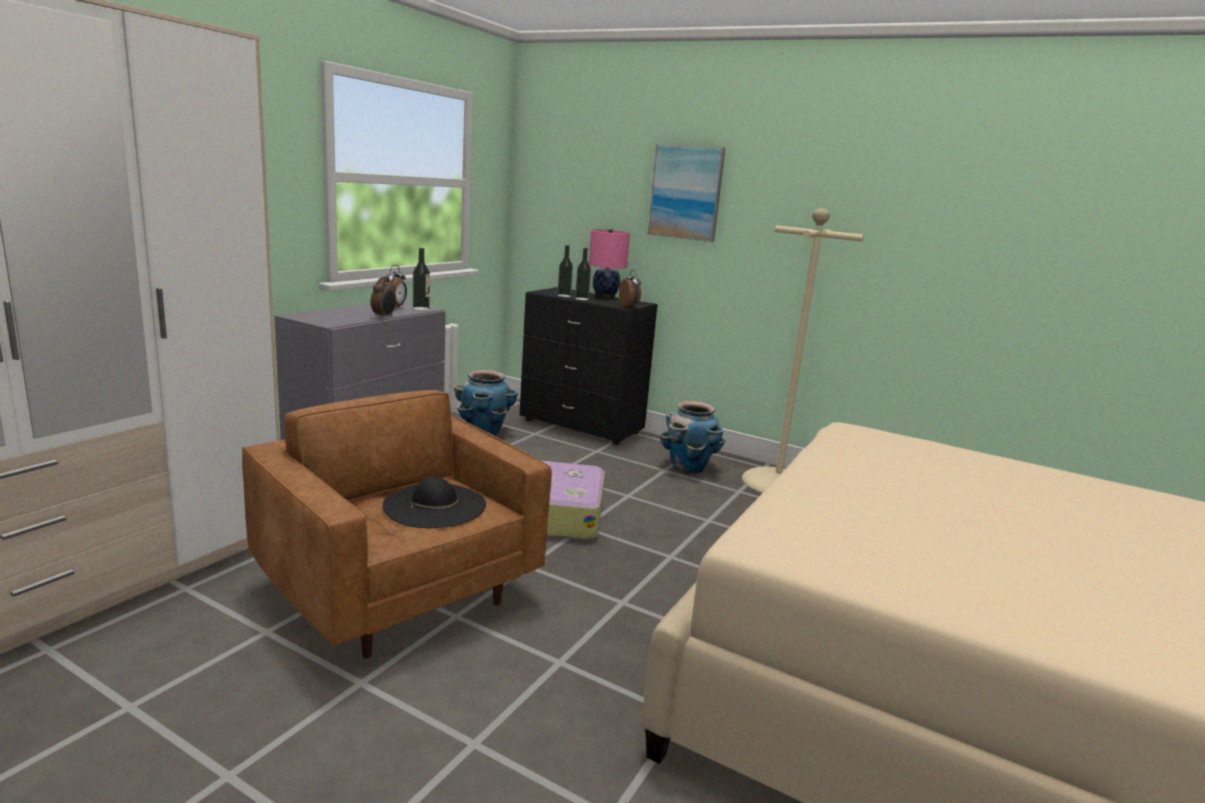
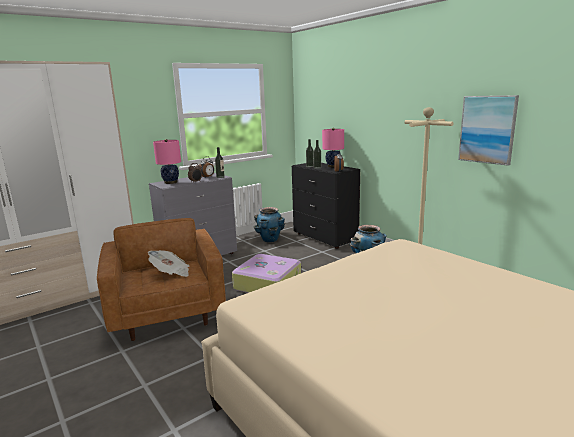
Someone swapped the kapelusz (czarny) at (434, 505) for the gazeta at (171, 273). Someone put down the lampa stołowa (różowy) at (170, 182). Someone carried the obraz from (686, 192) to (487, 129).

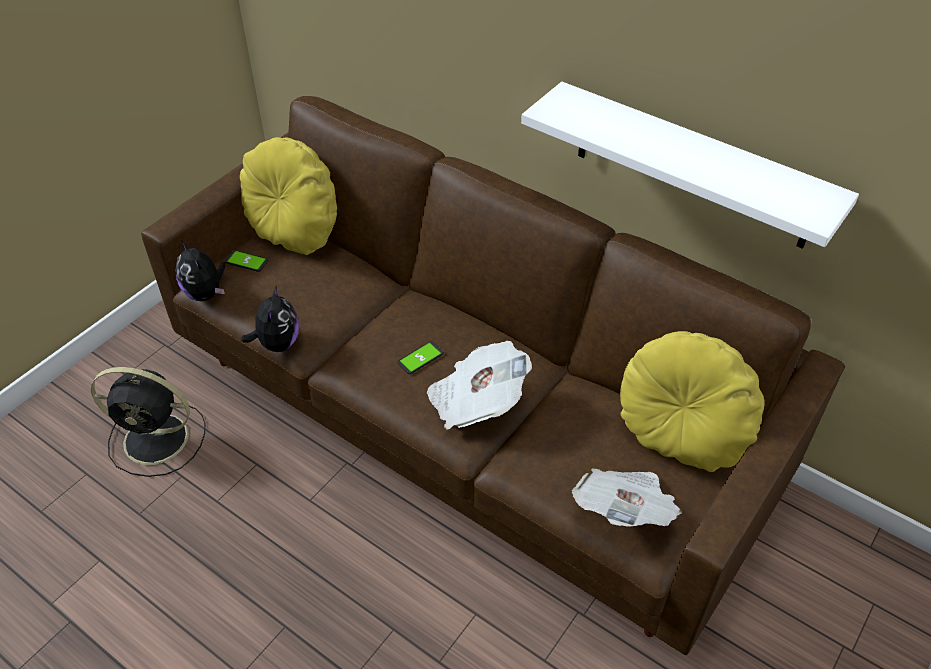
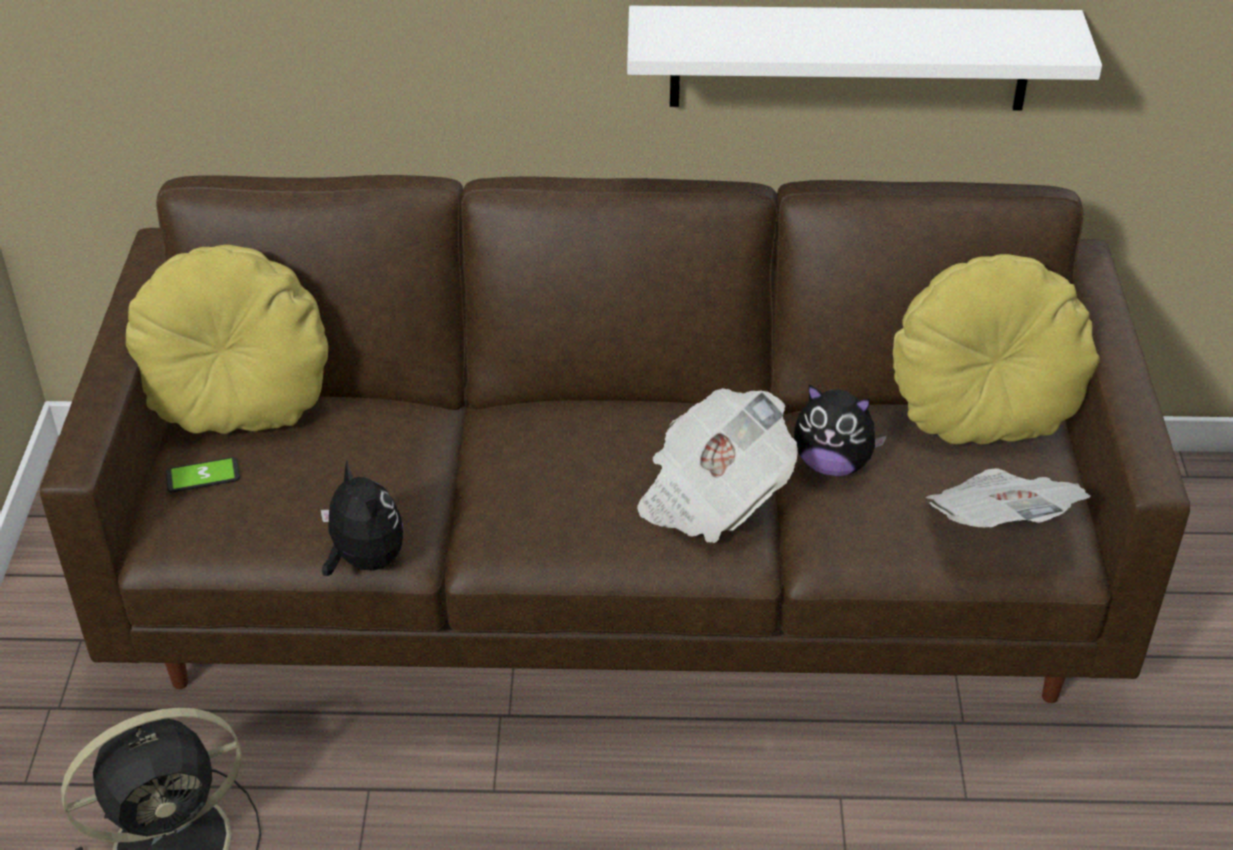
Someone carried the pluszak from (206, 293) to (832, 464). Someone took away the telefon at (420, 358).

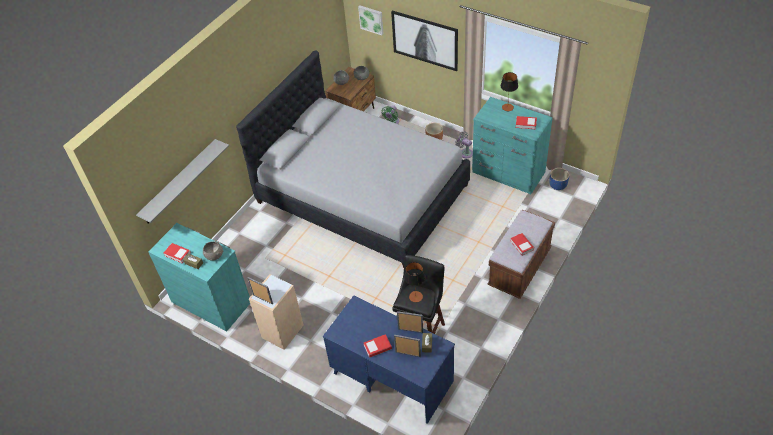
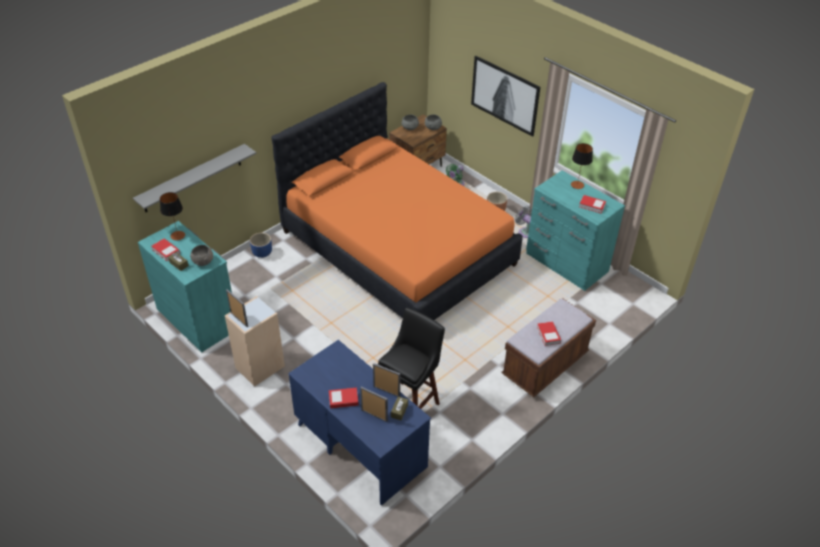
Someone carried the lampa stołowa from (415, 296) to (177, 235). Someone carried the donica (niebieski) from (557, 185) to (262, 253). Someone repainted the łóżko (szary) at (362, 193), which became the łóżko (pomarańczowy) at (398, 247). Someone took away the obraz at (371, 19).

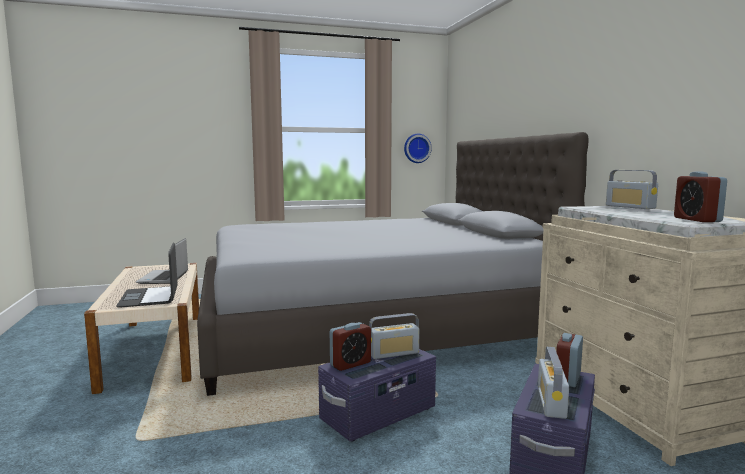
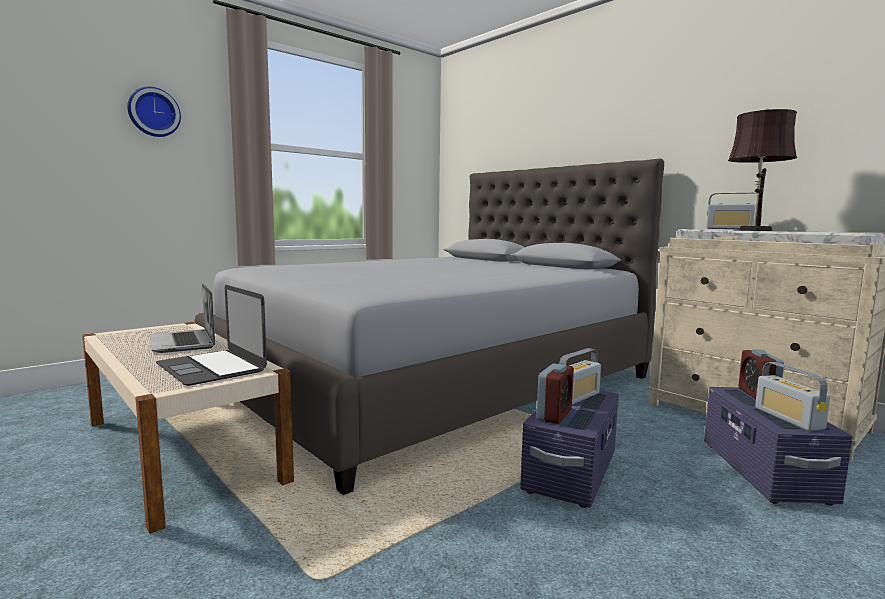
Someone carried the zegar ścienny from (416, 148) to (153, 112). Someone put down the lampa stołowa (brązowy) at (753, 230). Someone took away the budzik at (697, 220).

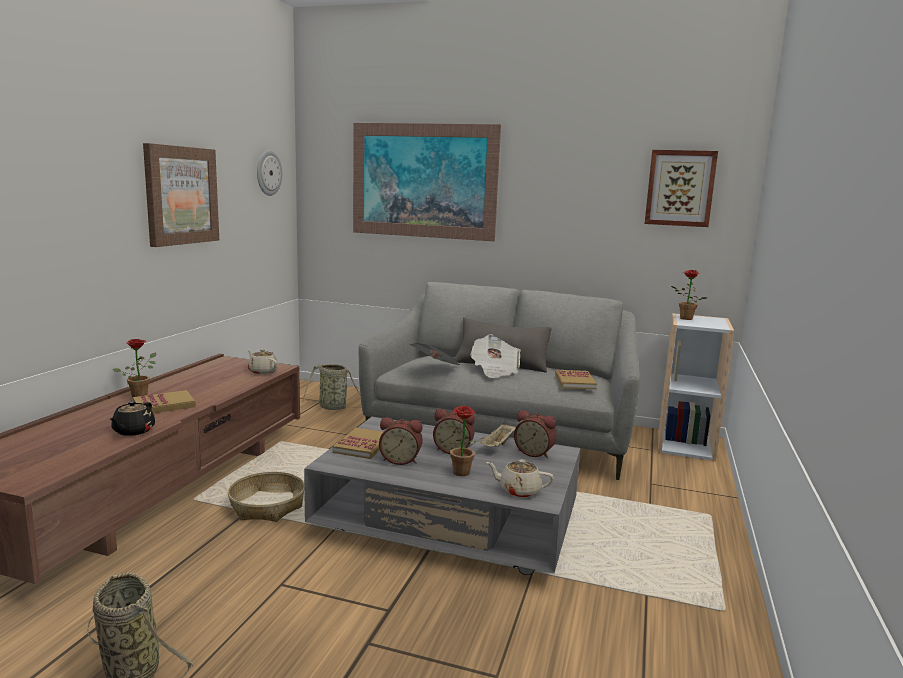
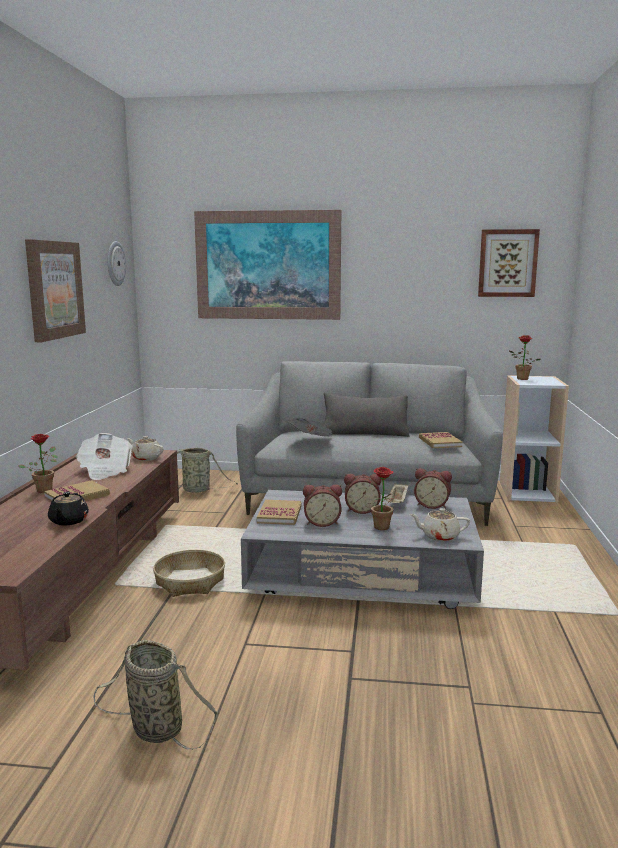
Someone carried the gazeta from (495, 370) to (105, 471).

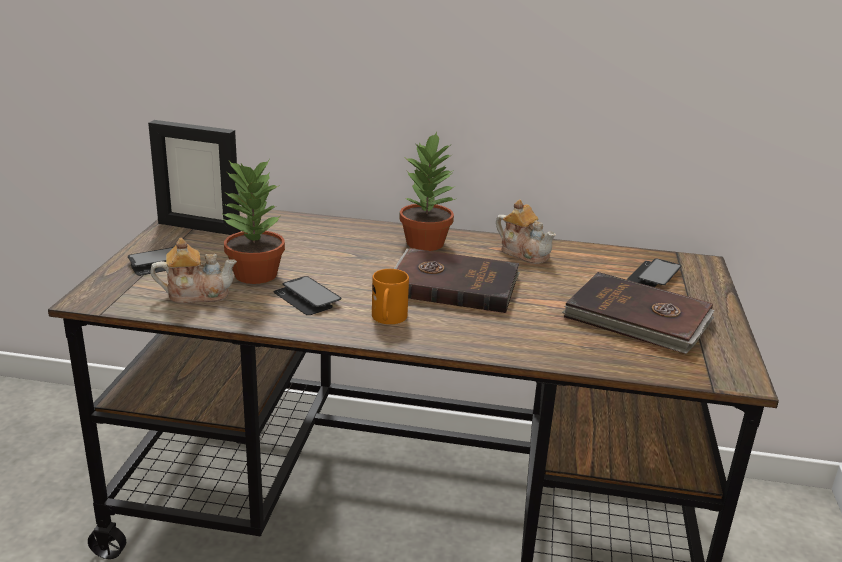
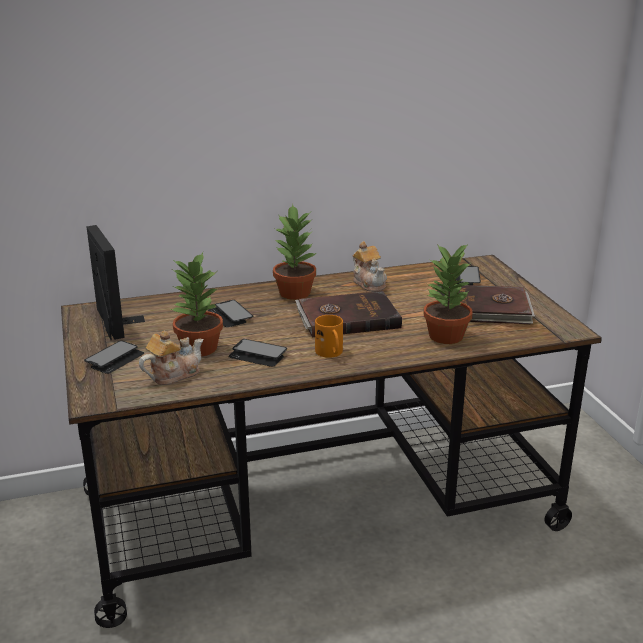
Someone rotated the ramka na zdjęcie at (200, 227) by 105 degrees counterclockwise. Someone put down the telefon at (230, 315). Someone rotated the imbryk at (524, 253) by 45 degrees clockwise. Someone put down the roślina doniczkowa at (446, 336).

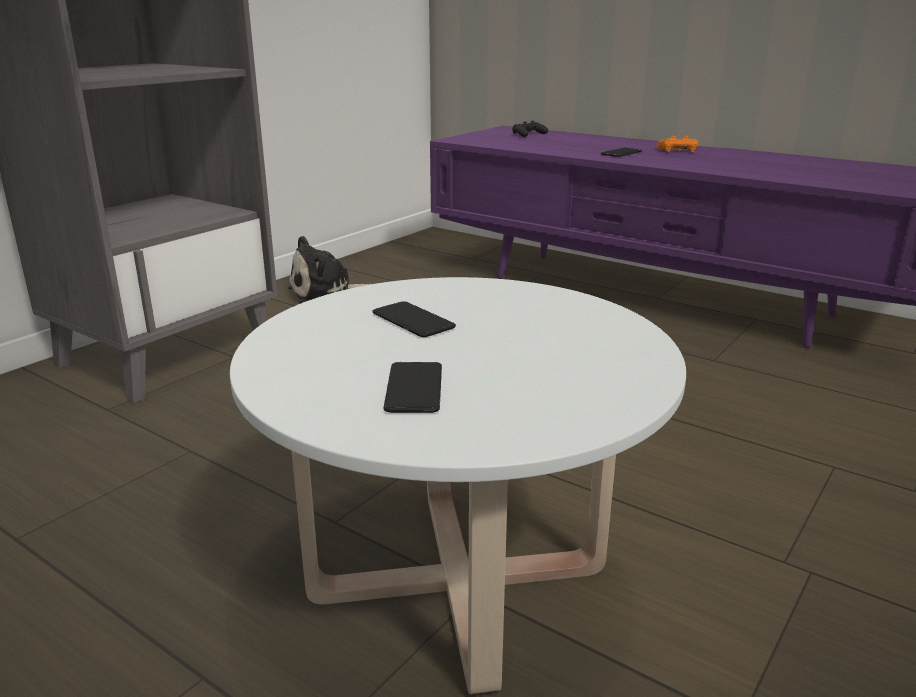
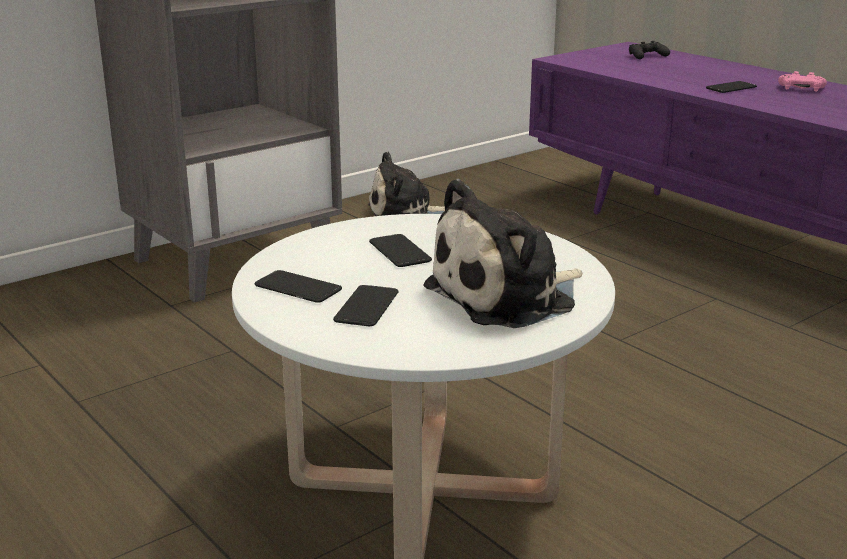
Someone put down the telefon at (298, 288). Someone put down the pluszak at (508, 297). Someone repainted the pad do gier (pomarańczowy) at (678, 151), which became the pad do gier (różowy) at (801, 88).

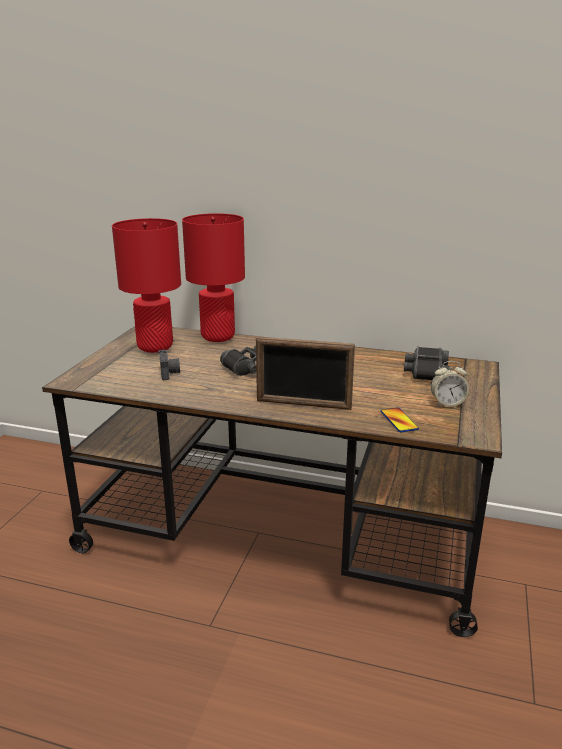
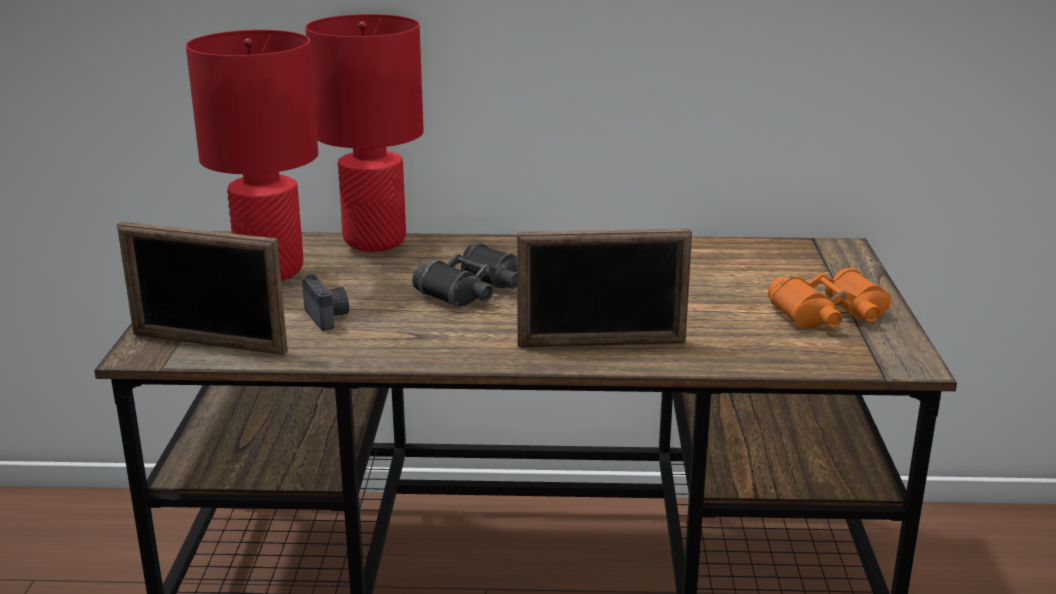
Someone put down the ramka na zdjęcie at (208, 344). Someone swapped the budzik at (447, 403) for the lornetka (pomarańczowy) at (830, 315). Someone took away the telefon at (399, 420). Someone took away the lornetka (czarny) at (426, 371).

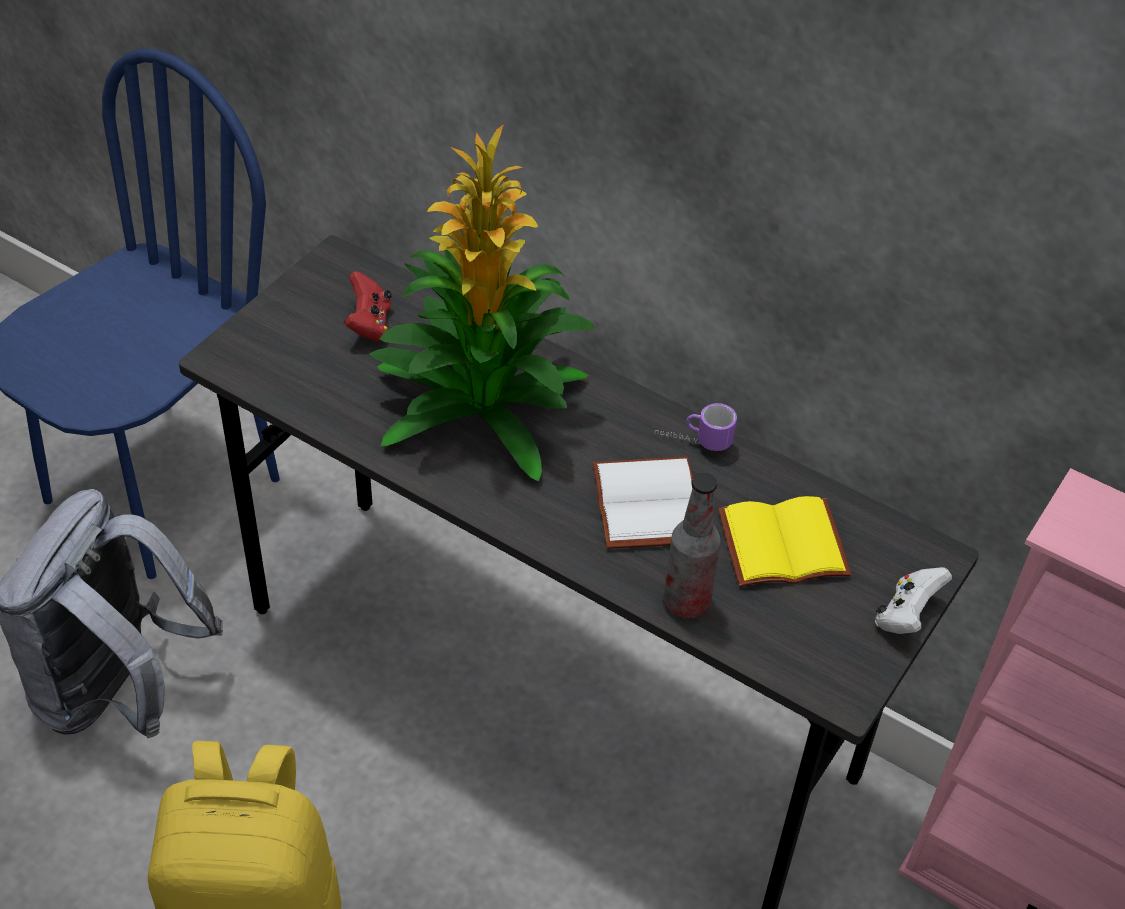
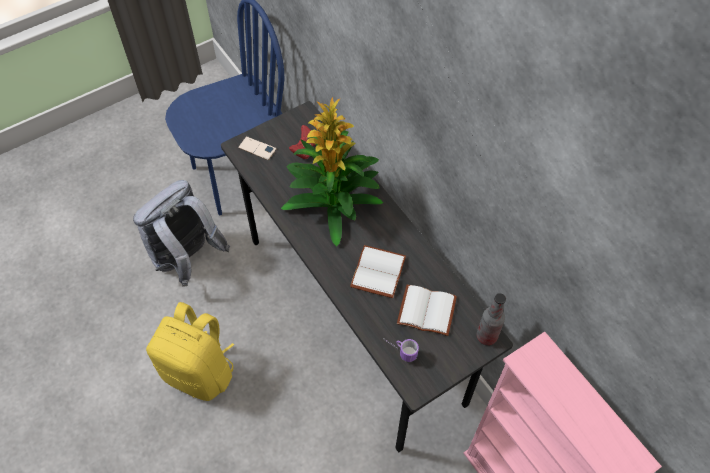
Someone put down the telefon at (257, 148). Someone carried the kubek from (693, 441) to (399, 350). Someone repainted the książka (żółty) at (784, 542), which became the książka (biały) at (428, 309). Someone carried the butelka from (686, 602) to (486, 336). Someone took away the pad do gier (biały) at (906, 616).

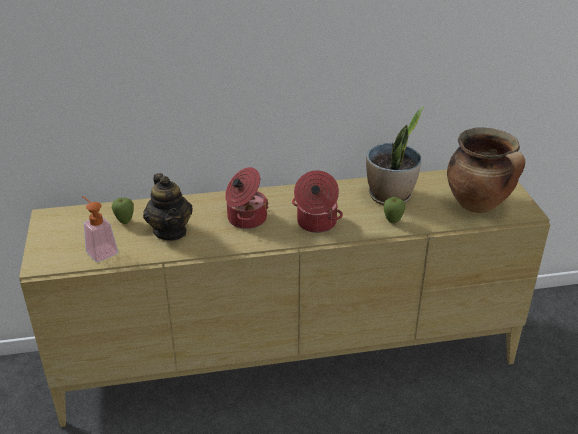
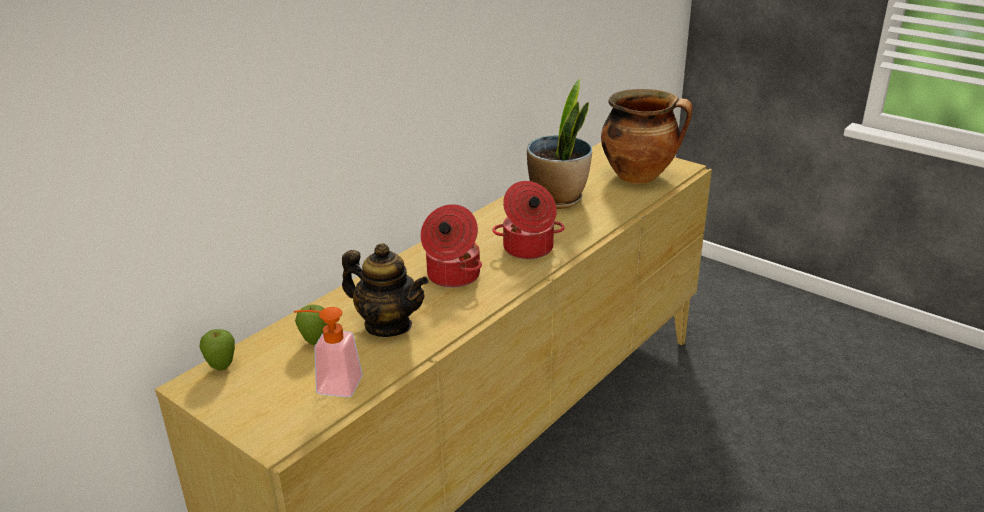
Someone carried the jabłko from (392, 222) to (222, 368).

